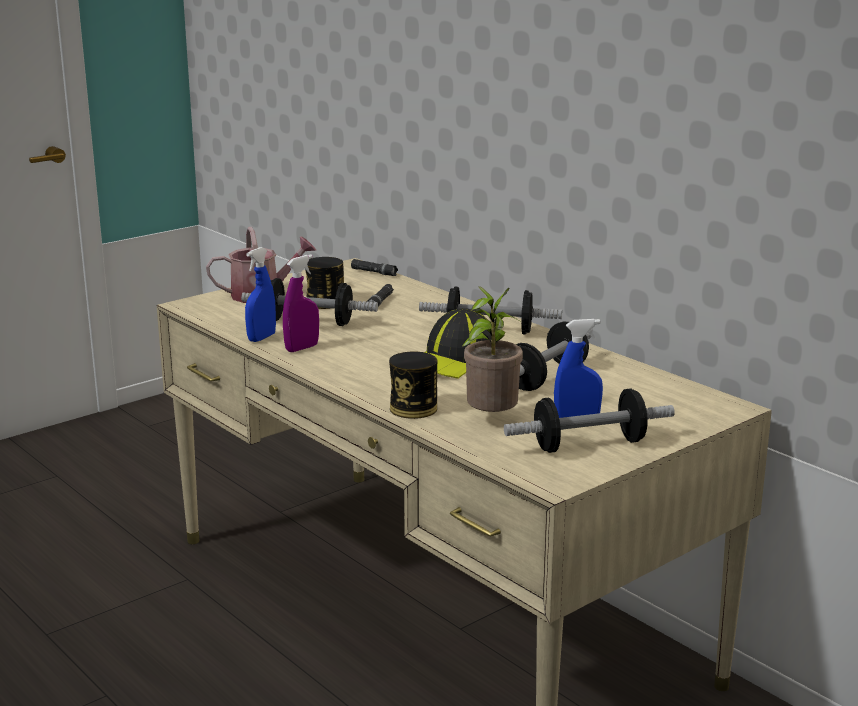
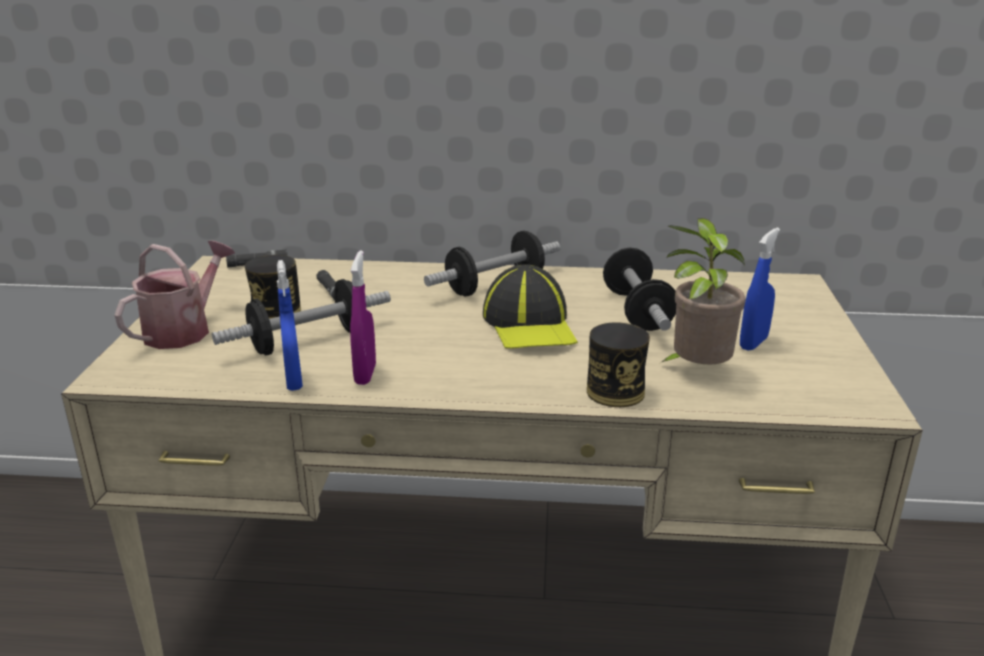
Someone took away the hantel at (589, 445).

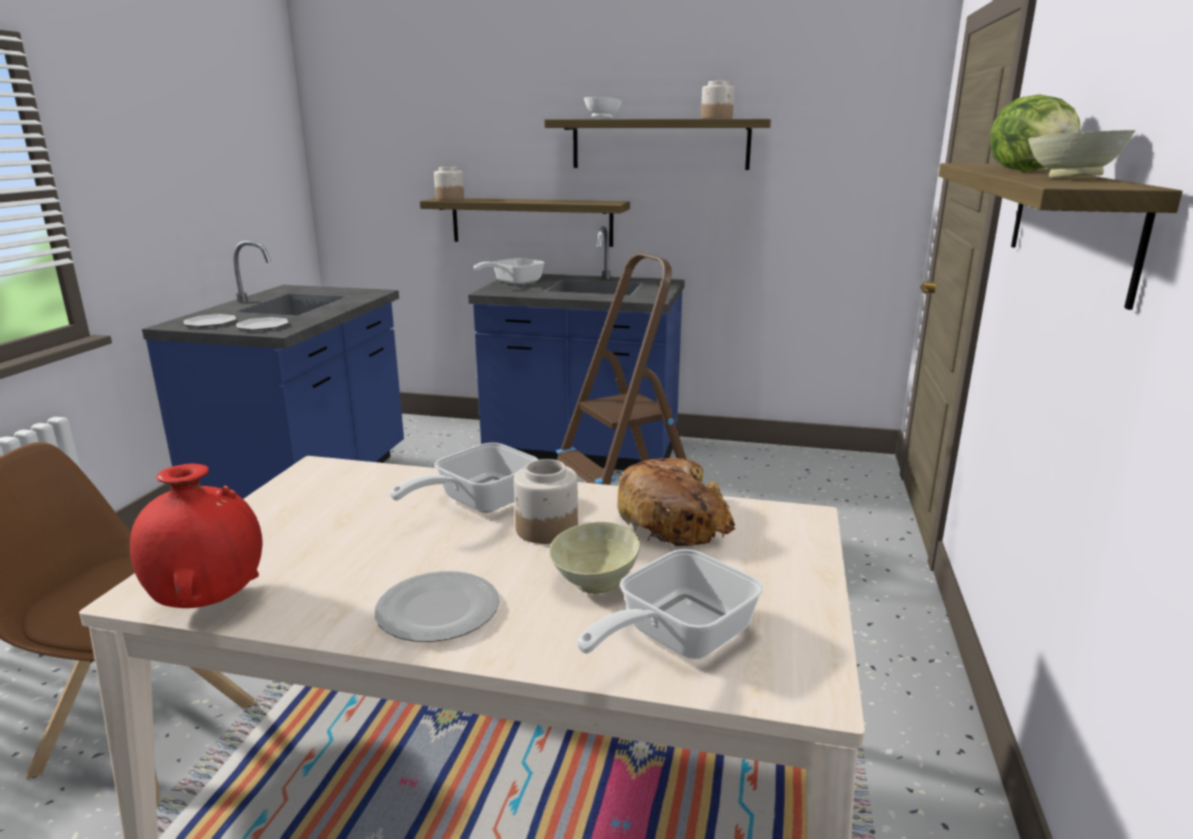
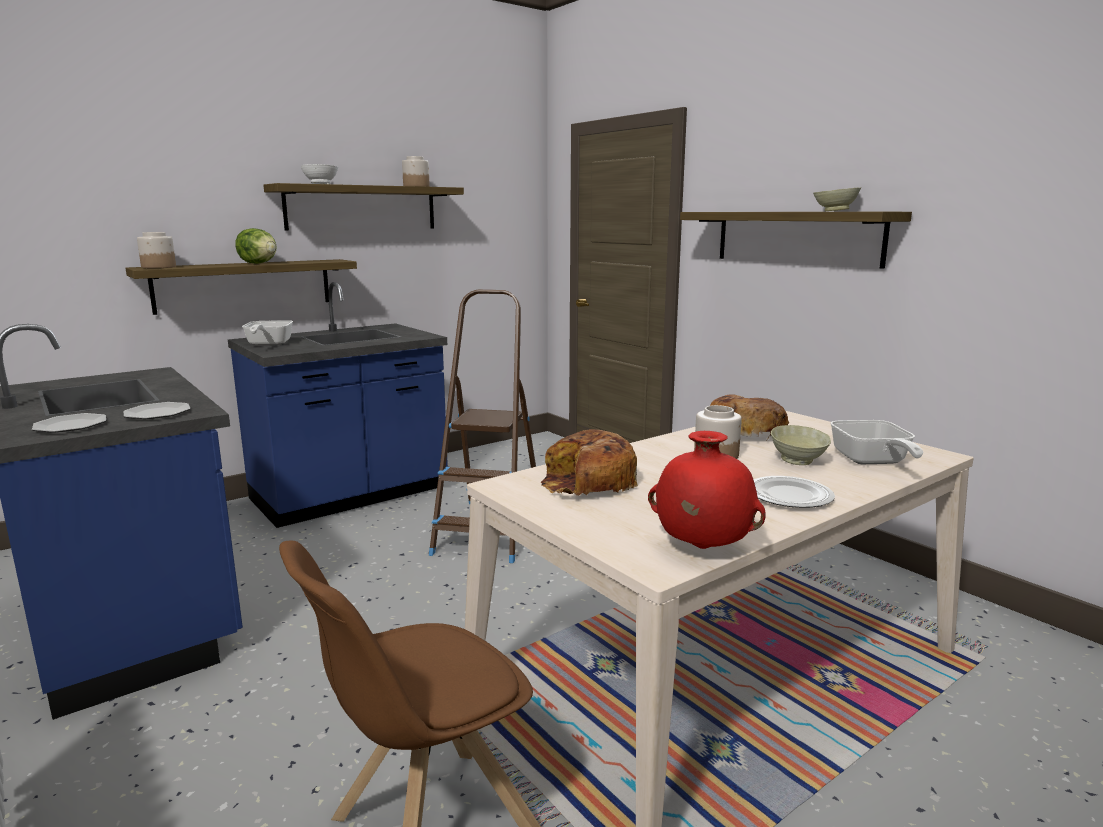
Someone carried the sałata from (1030, 171) to (259, 263). Someone put down the chleb at (587, 483). Someone took away the patelnia at (477, 502).

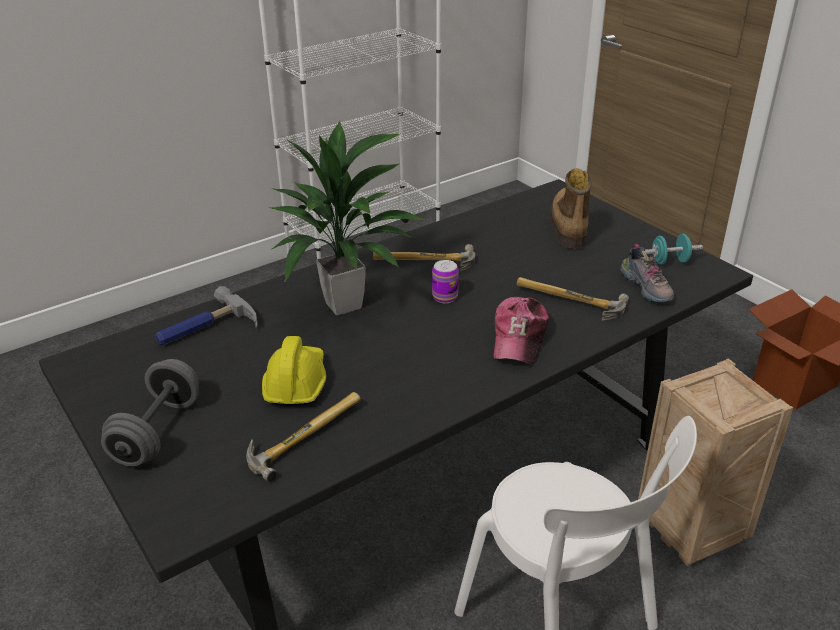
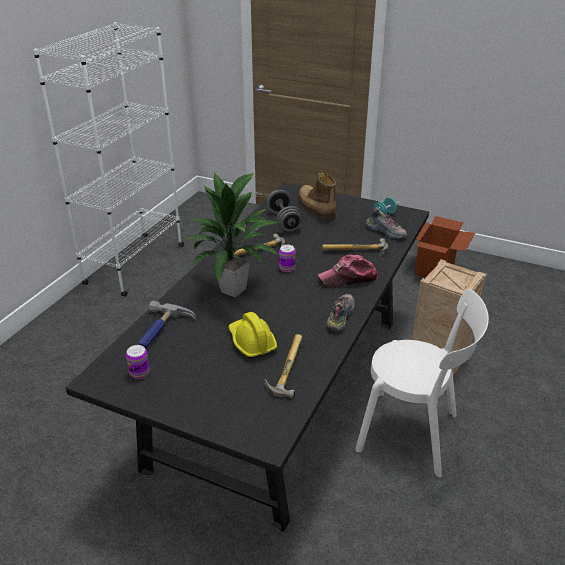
Someone put down the puszka at (139, 373). Someone carried the hantel (szary) from (157, 432) to (284, 221). Someone rotated the czapka z daszkiem at (519, 338) by 90 degrees clockwise. Someone put down the but at (340, 316).

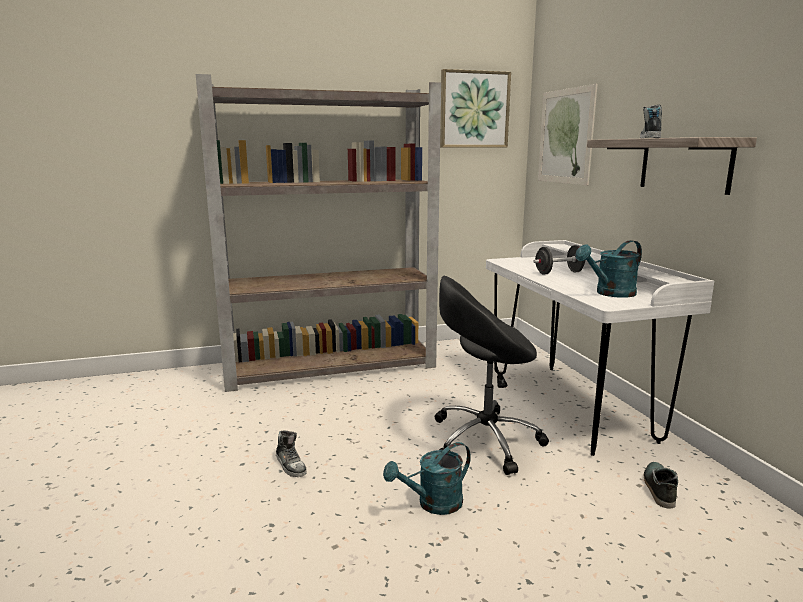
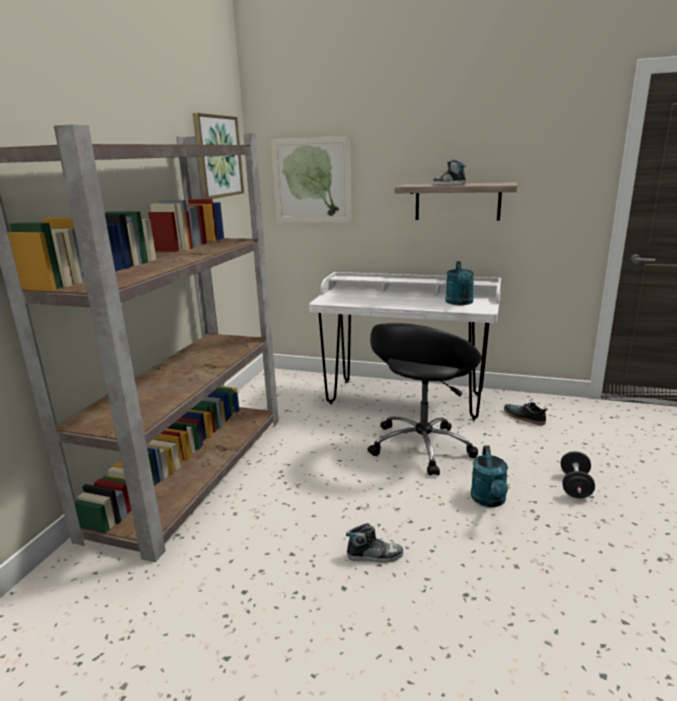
Someone carried the hantel (czarny) from (559, 273) to (575, 486).

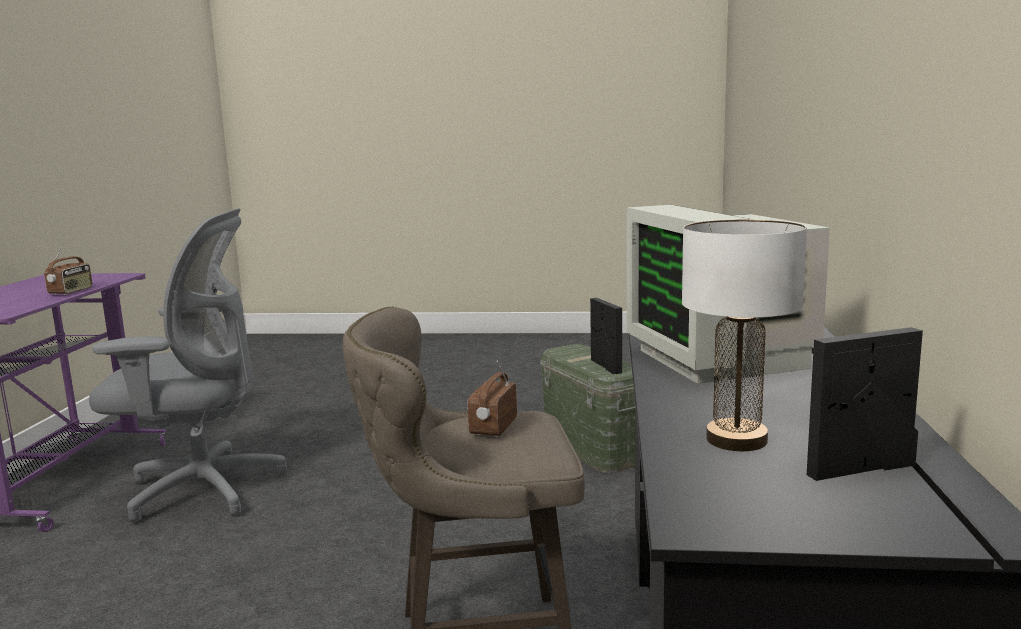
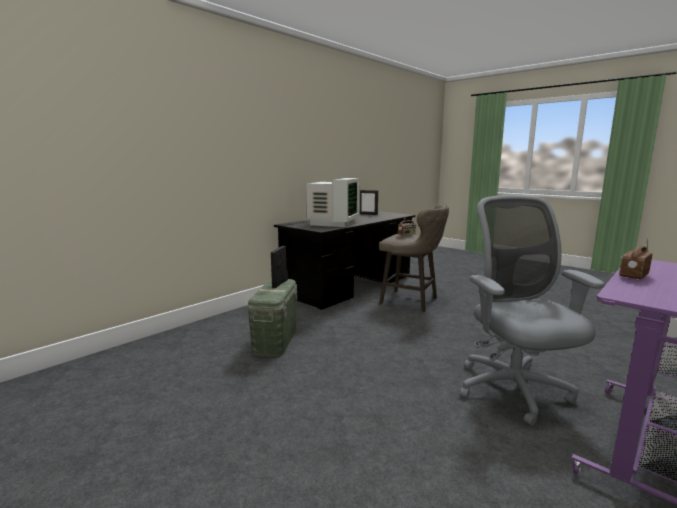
Someone rotated the krzesło biurowe (szary) at (194, 491) by 45 degrees clockwise. Someone took away the lampa stołowa at (736, 439).

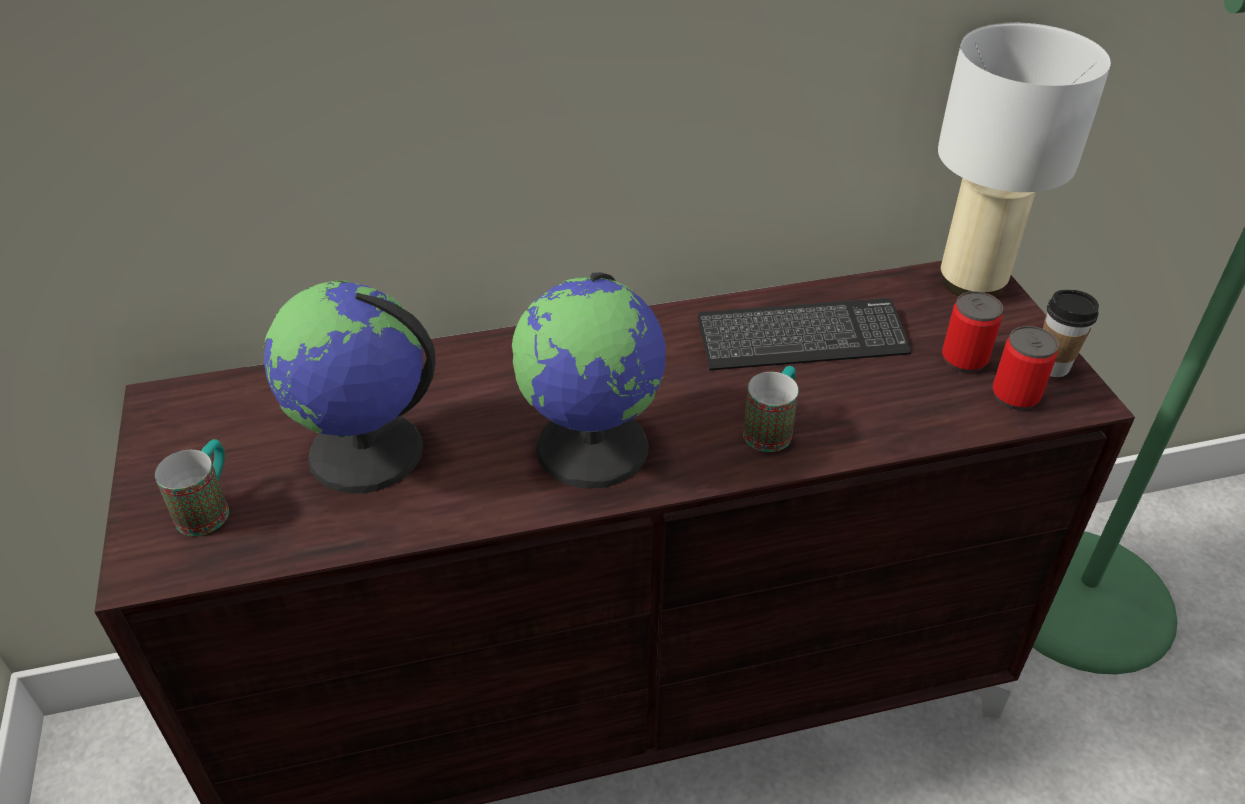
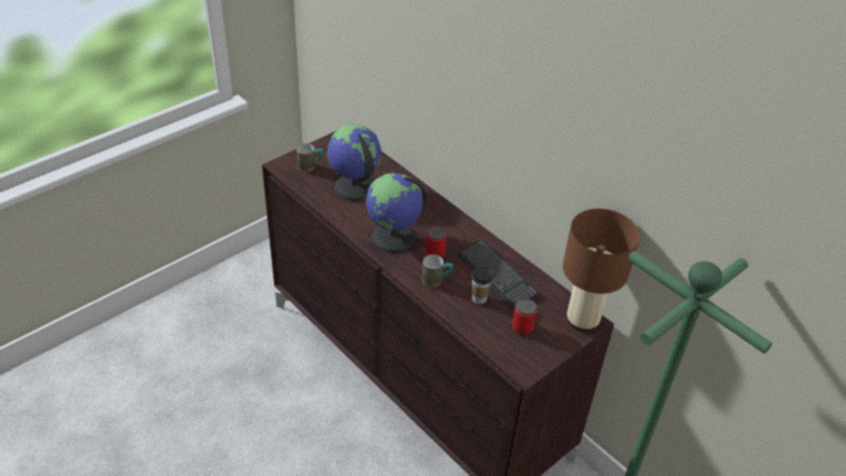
Someone carried the puszka from (1015, 395) to (435, 254). Someone carried the filiżanka from (1052, 366) to (479, 298). Someone repainted the lampa stołowa (biały) at (969, 282), which became the lampa stołowa (brązowy) at (582, 320).

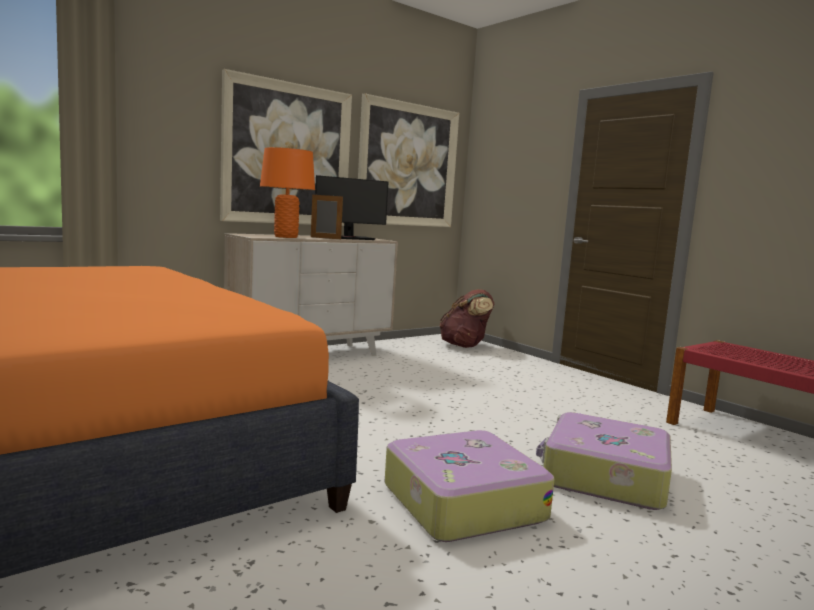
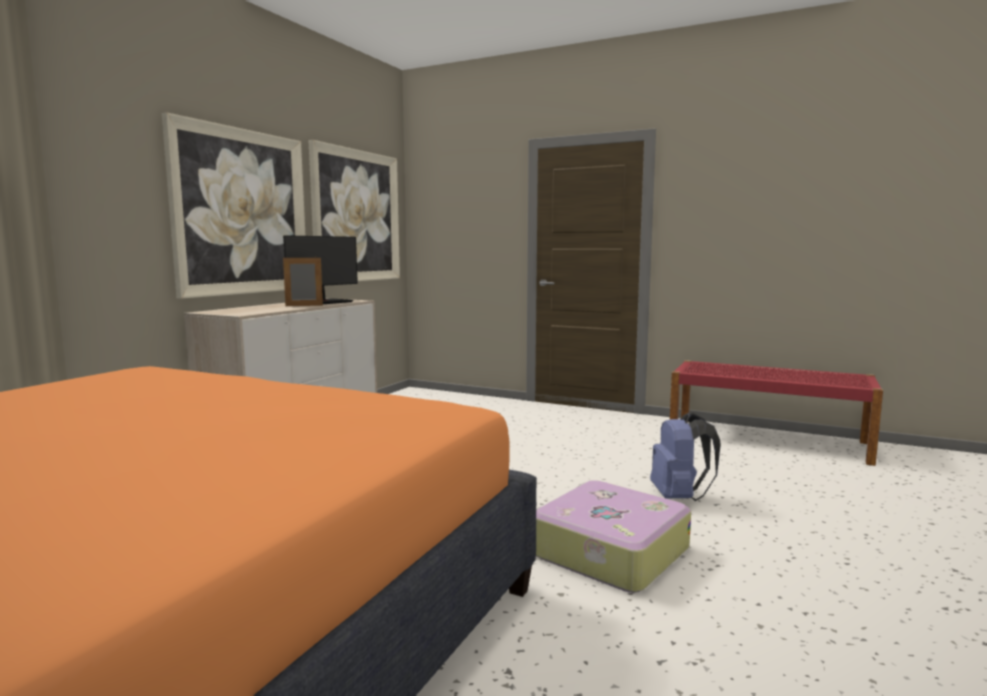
Someone swapped the walizka at (603, 476) for the plecak (niebieski) at (679, 497). Someone took away the lampa stołowa (pomarańczowy) at (286, 237). Someone took away the plecak (brązowy) at (465, 346).

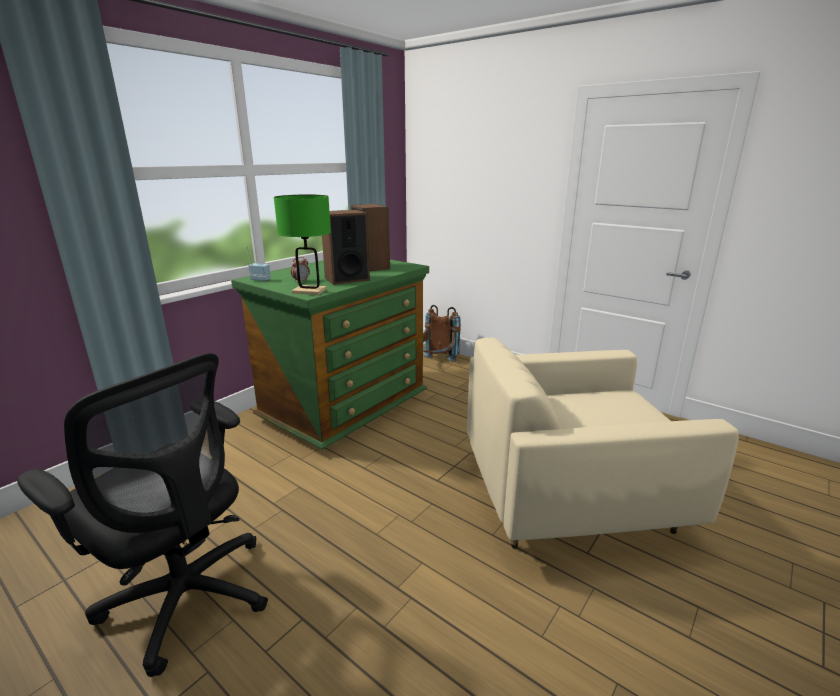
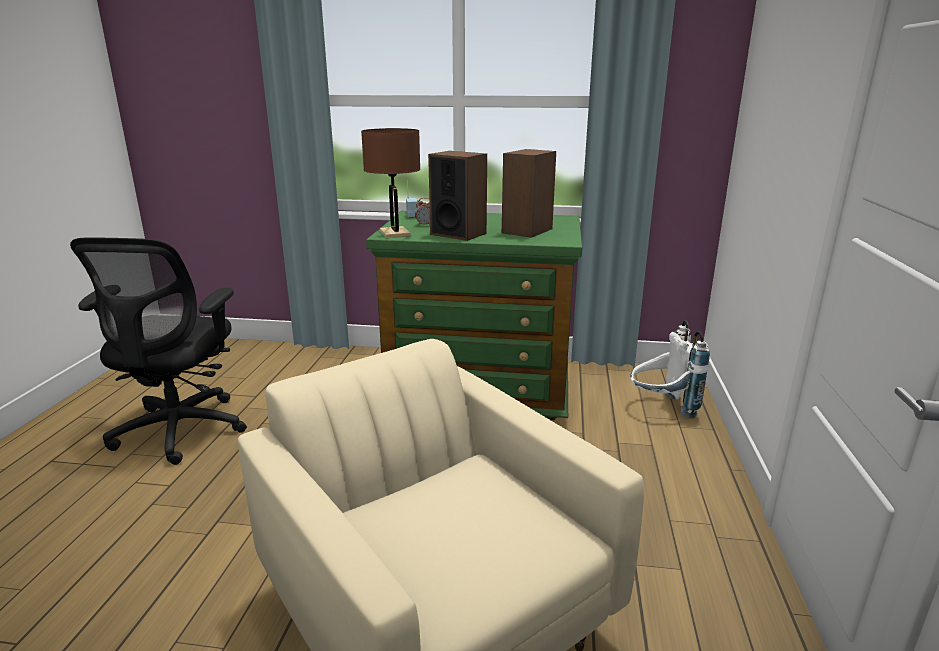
Someone repainted the lampa stołowa (zielony) at (309, 291), which became the lampa stołowa (brązowy) at (395, 233). Someone repainted the plecak (brązowy) at (437, 363), which became the plecak (biały) at (661, 408).

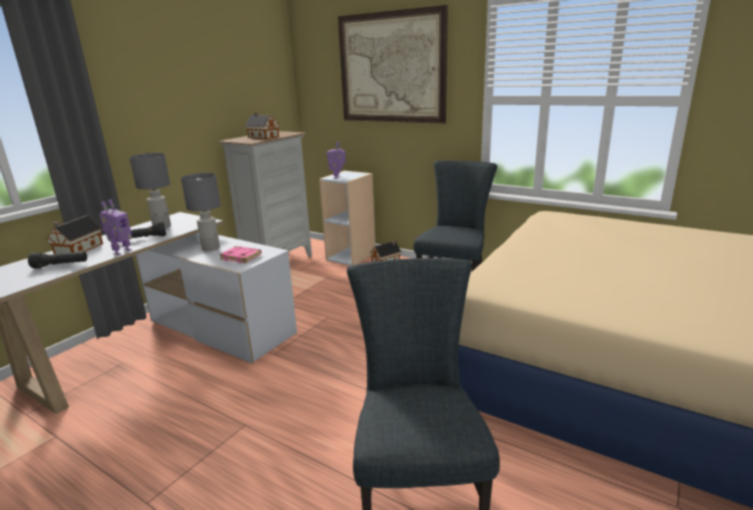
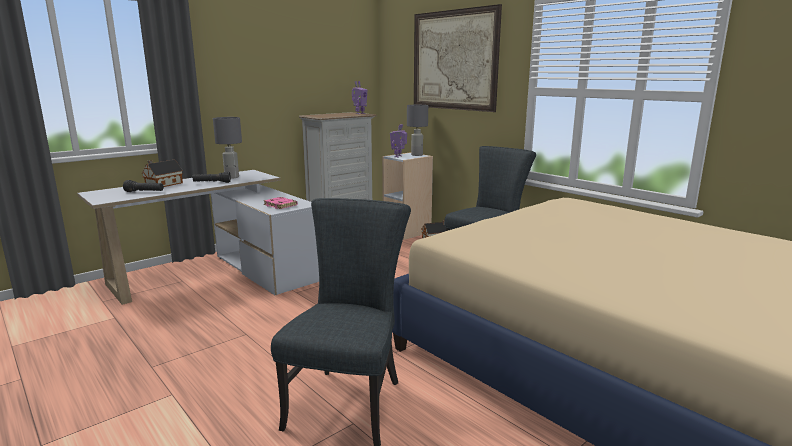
Someone carried the robot zabawkowy from (121, 252) to (359, 113). Someone carried the lampa stołowa (szary) from (210, 248) to (416, 155). Someone took away the domek at (263, 137).

